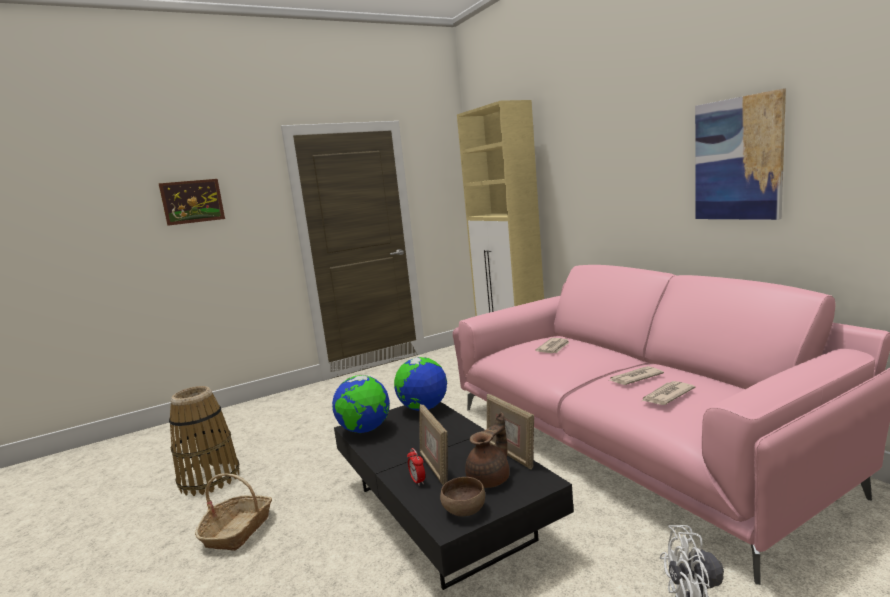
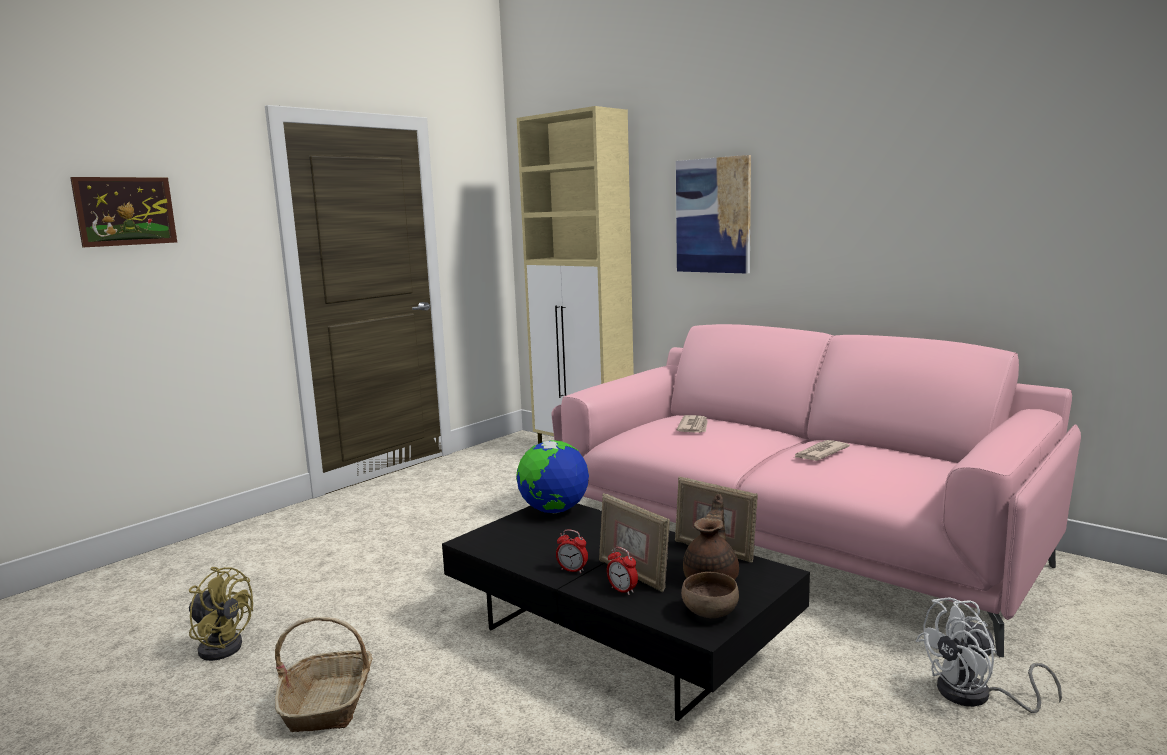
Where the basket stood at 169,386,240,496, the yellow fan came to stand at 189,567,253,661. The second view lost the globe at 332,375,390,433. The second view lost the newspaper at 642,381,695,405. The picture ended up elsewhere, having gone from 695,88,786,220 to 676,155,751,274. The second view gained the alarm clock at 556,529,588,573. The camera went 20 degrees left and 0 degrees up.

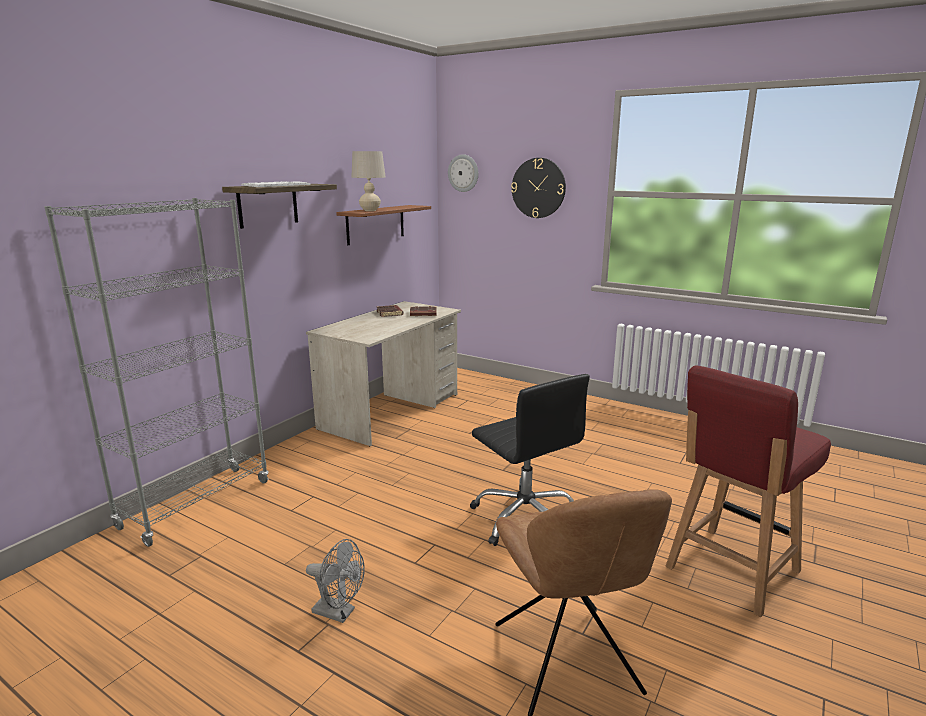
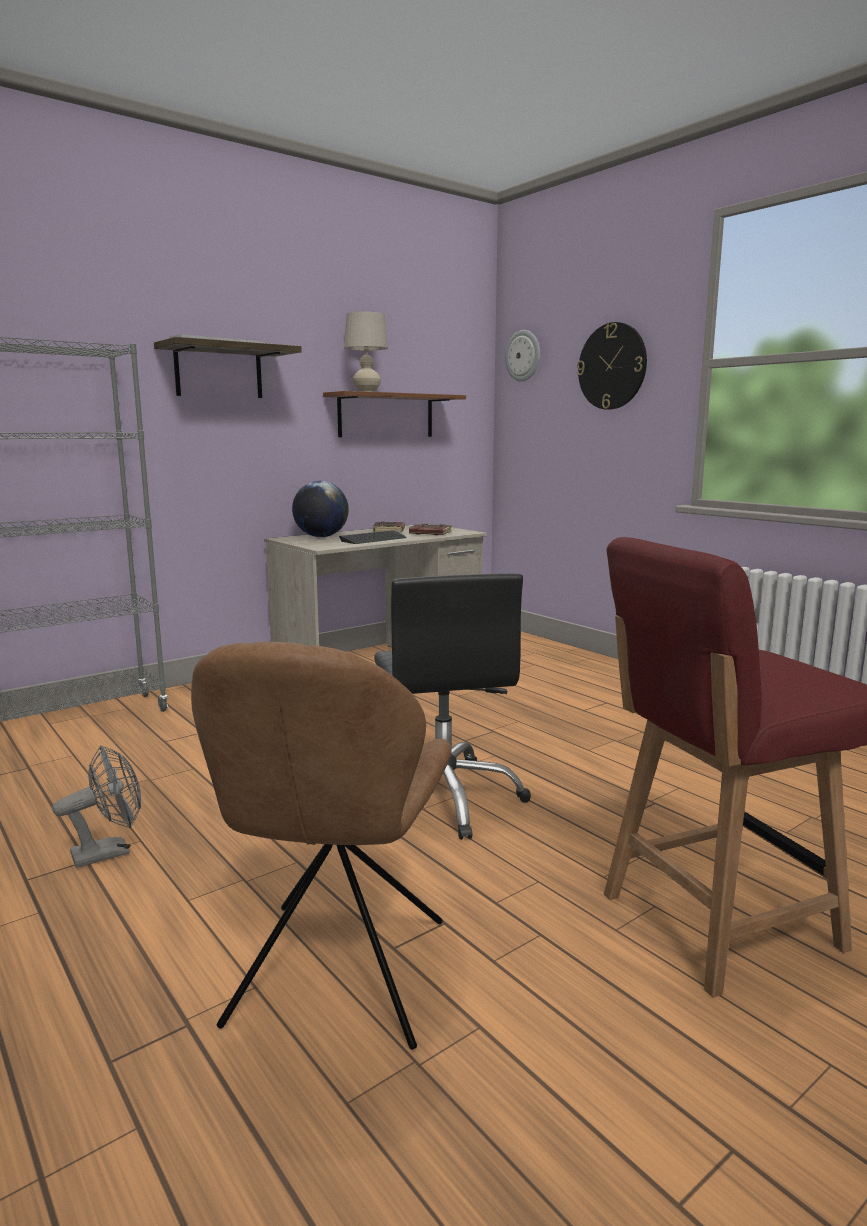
The grey fan at 306,539,365,623 ended up facing another way, 75 degrees counterclockwise from before. The second view gained the globe at 292,481,349,537. The second view gained the keyboard at 339,530,407,544. The camera went 20 degrees right and 5 degrees down.

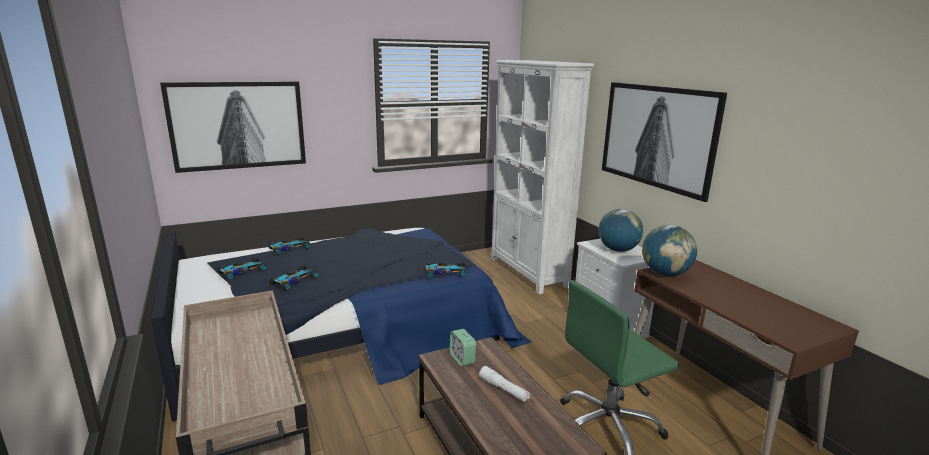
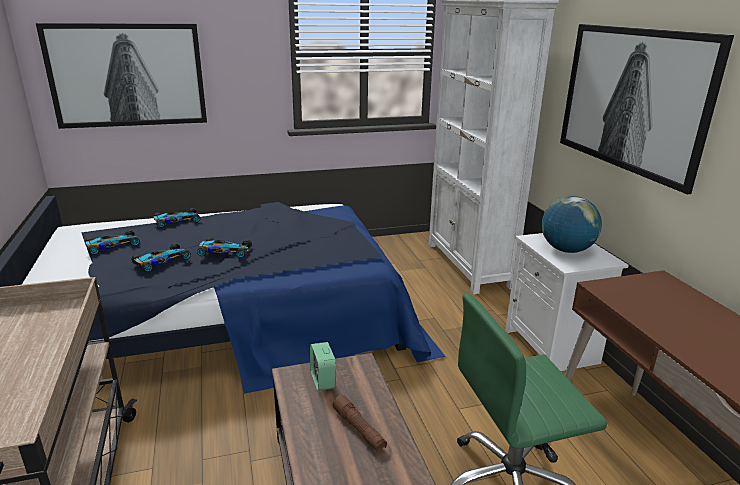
The toy car ended up elsewhere, having gone from 425,261,467,277 to 197,237,252,258. What was the white flashlight at 479,366,530,402 turned into the brown flashlight at 332,395,387,452. The second view lost the globe at 642,225,697,276. The camera went 10 degrees right and 5 degrees up.

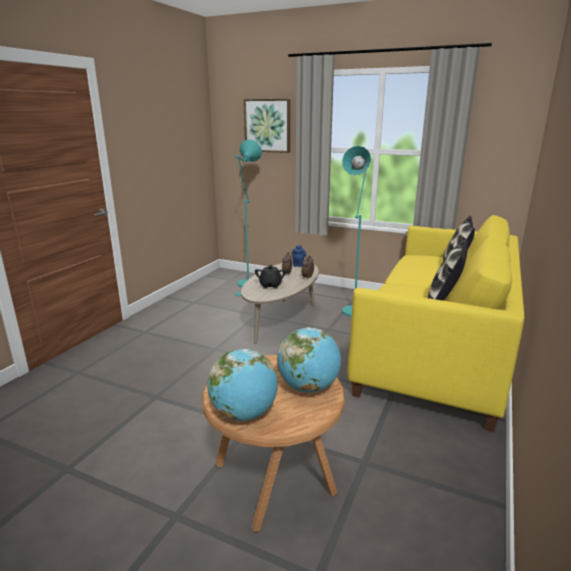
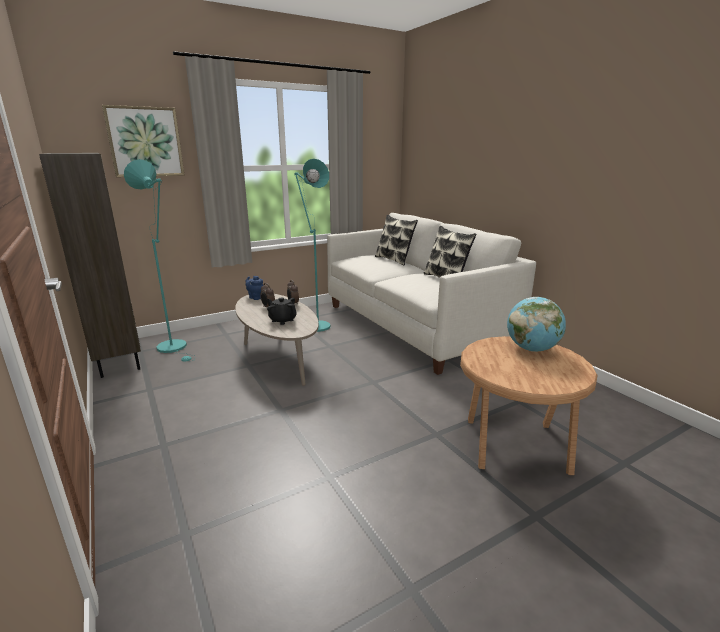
The second view lost the globe at 207,349,278,421. What was the yellow sofa at 348,215,524,432 turned into the white sofa at 327,213,536,375. The second view gained the brown bookcase at 39,153,141,378. The camera went 55 degrees left and 0 degrees up.

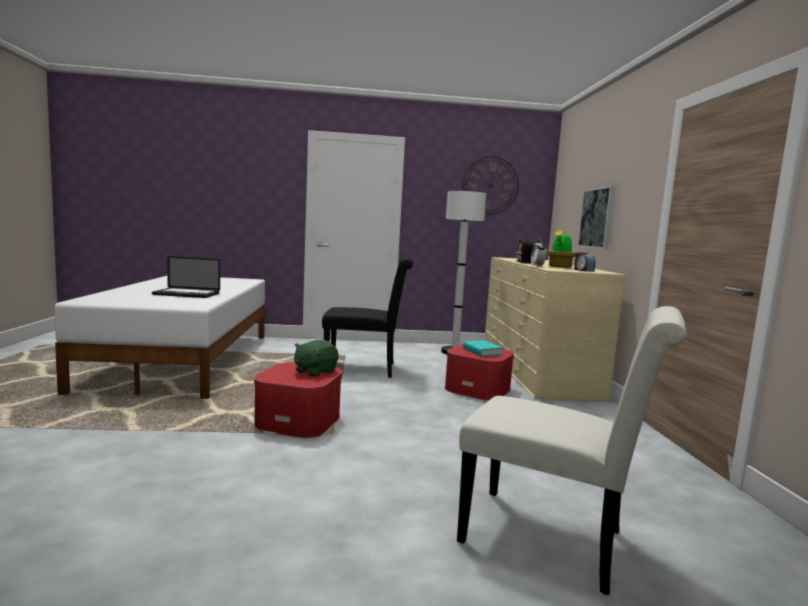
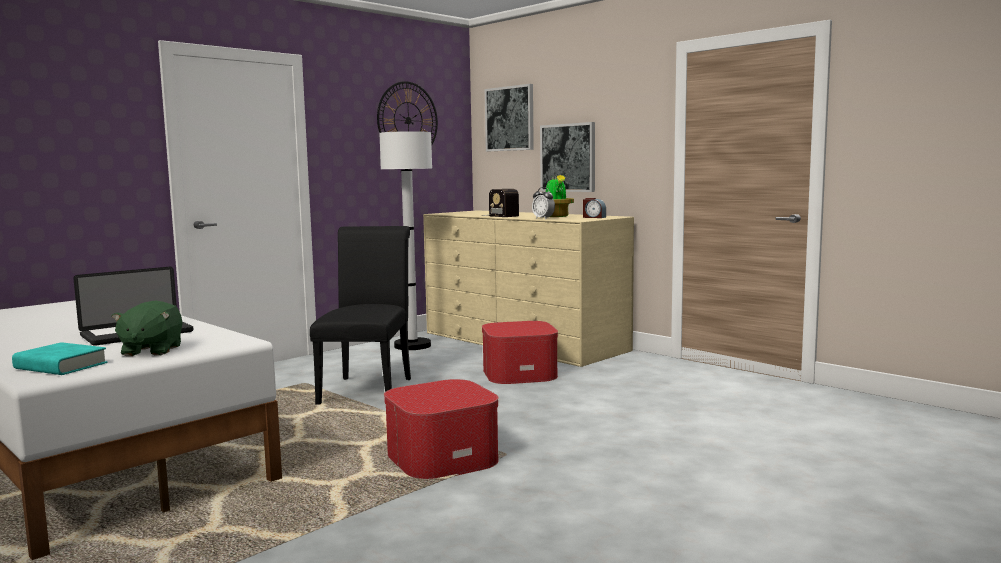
The green plush toy ended up elsewhere, having gone from 294,340,339,377 to 111,301,183,356. The black chair at 322,256,413,378 ended up facing another way, 45 degrees counterclockwise from before. The second view lost the white chair at 457,306,686,595. The turquoise book ended up elsewhere, having gone from 463,340,503,357 to 12,342,107,375. The second view gained the picture at 485,84,534,151. The camera went 40 degrees left and 0 degrees up.

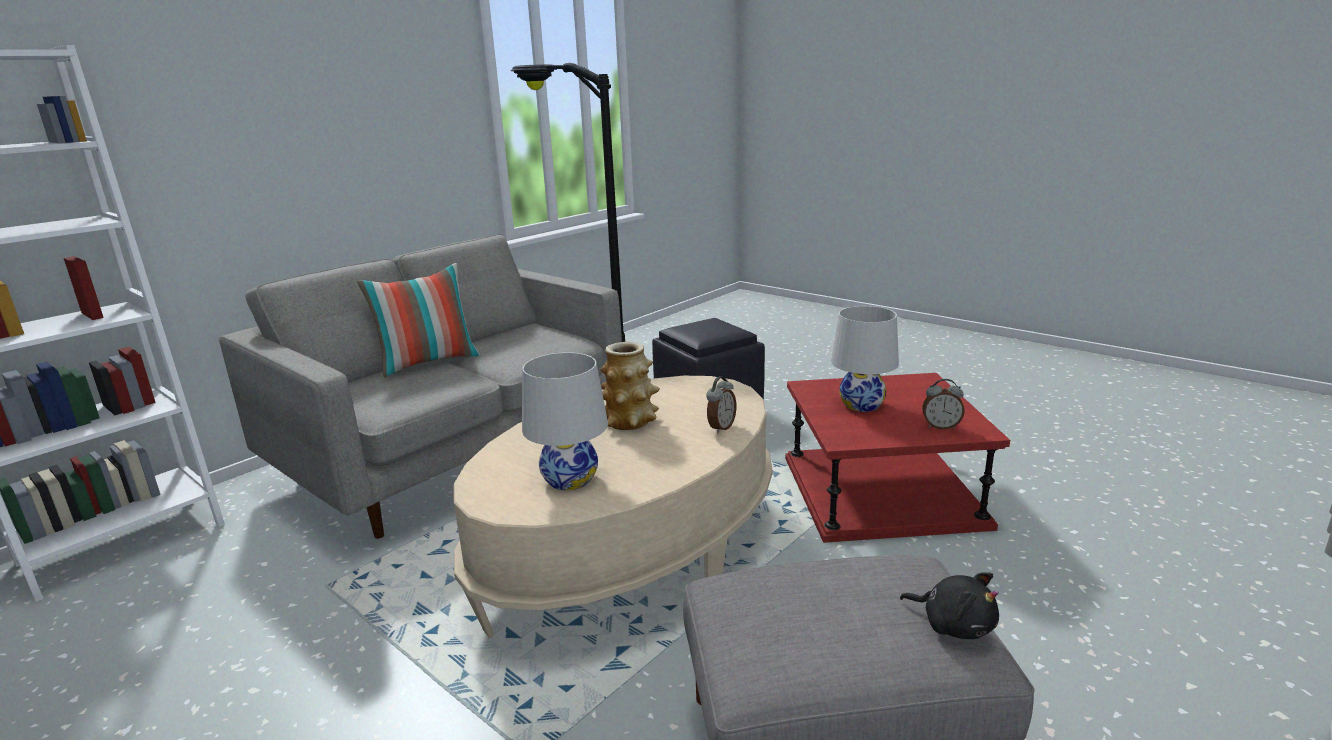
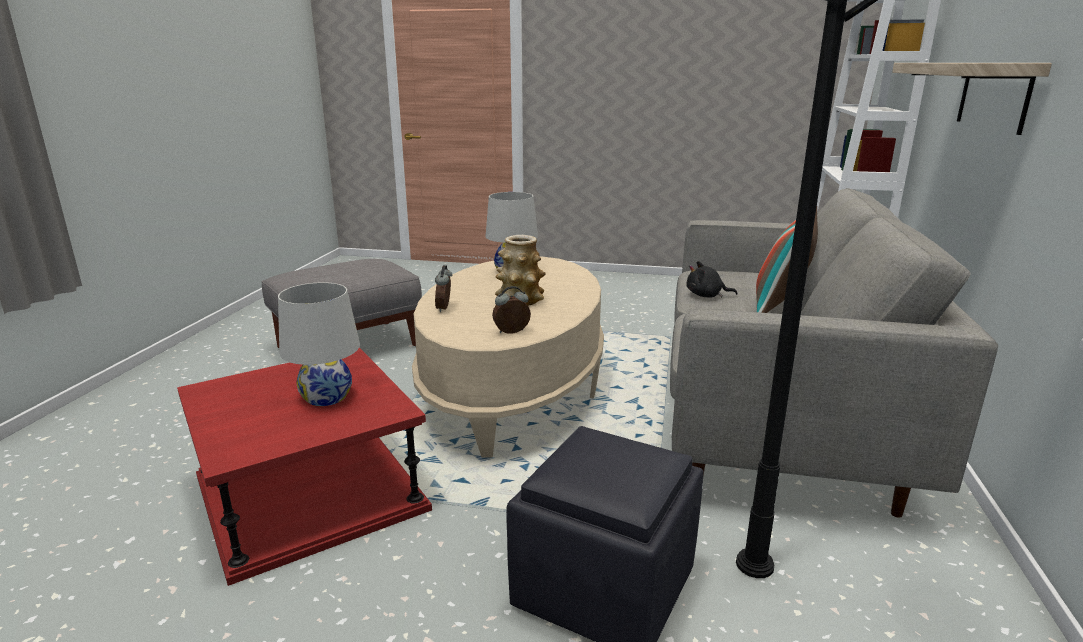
The black plush toy ended up elsewhere, having gone from 900,572,999,639 to 687,261,738,298. The alarm clock ended up elsewhere, having gone from 922,379,965,430 to 492,286,531,334. The second view gained the shelf at 892,63,1052,135. The camera went 150 degrees right and 0 degrees up.

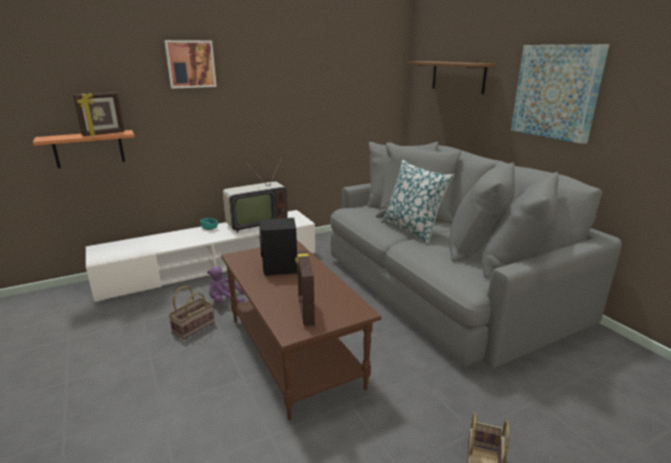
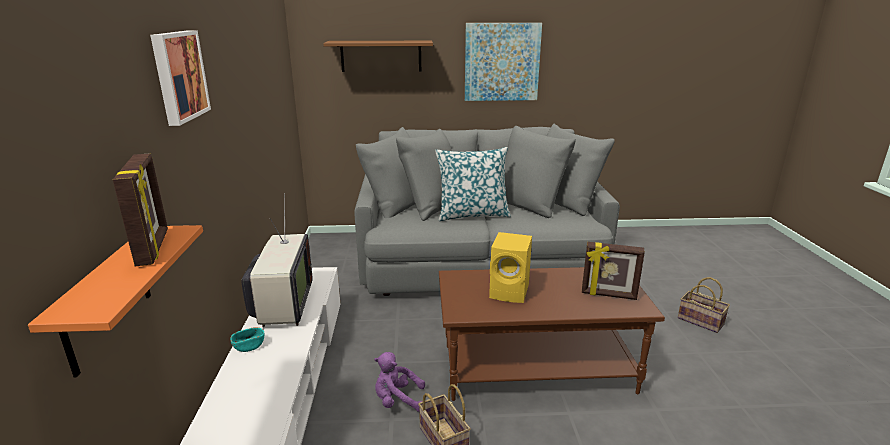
The purple plush toy at 207,266,245,304 ended up facing another way, 75 degrees clockwise from before. What was the black speaker at 259,218,297,276 turned into the yellow speaker at 489,232,532,303. The camera went 65 degrees left and 0 degrees up.

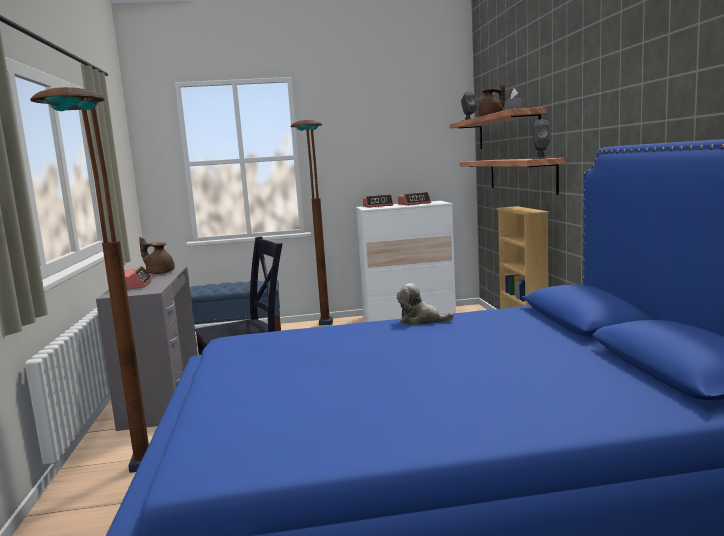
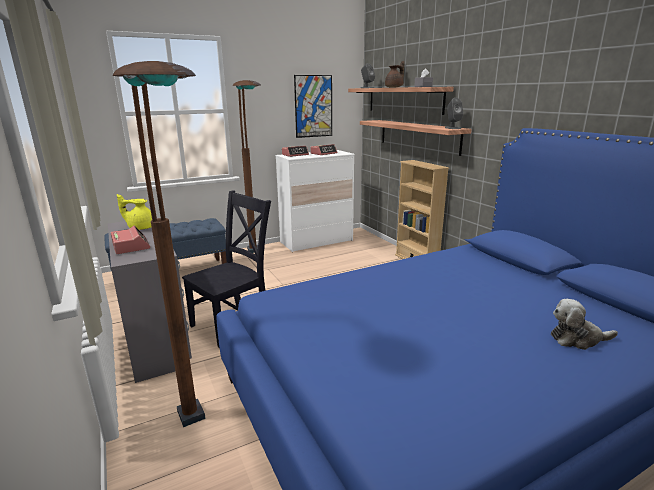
What was the brown teapot at 139,237,175,274 turned into the yellow teapot at 117,194,152,230. The plush toy ended up elsewhere, having gone from 397,283,454,325 to 551,299,618,350. The second view gained the picture at 294,75,332,138. The camera went 20 degrees left and 10 degrees up.

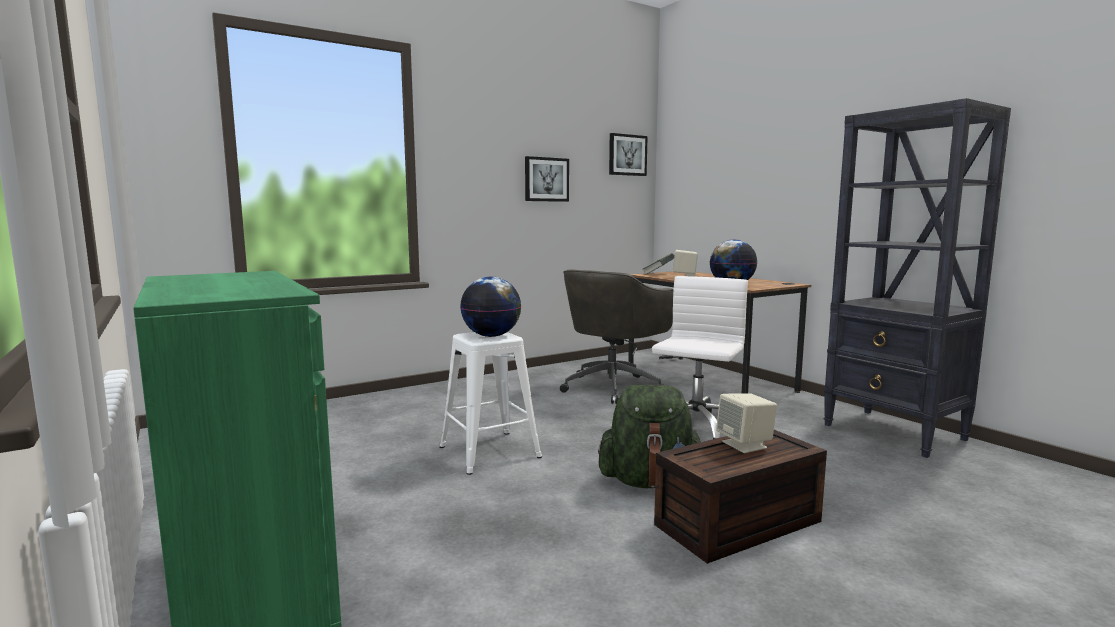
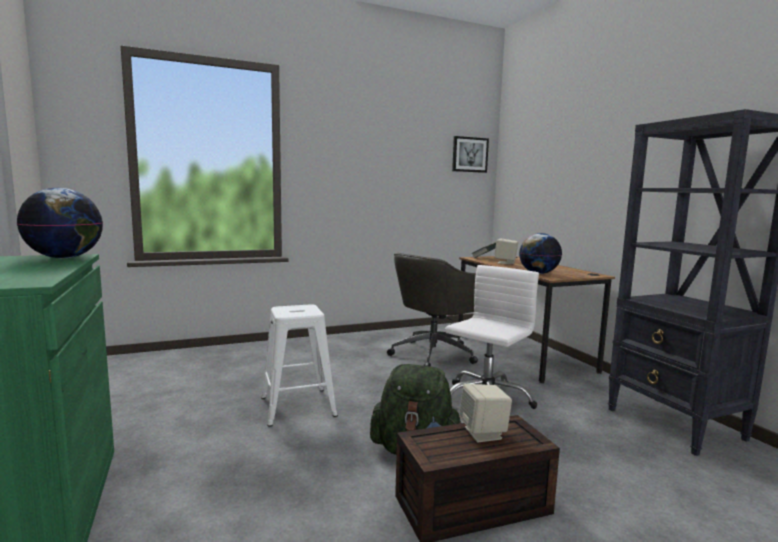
The globe ended up elsewhere, having gone from 460,277,521,337 to 17,188,103,258. The second view lost the picture at 525,156,569,202. The camera went 10 degrees right and 0 degrees up.

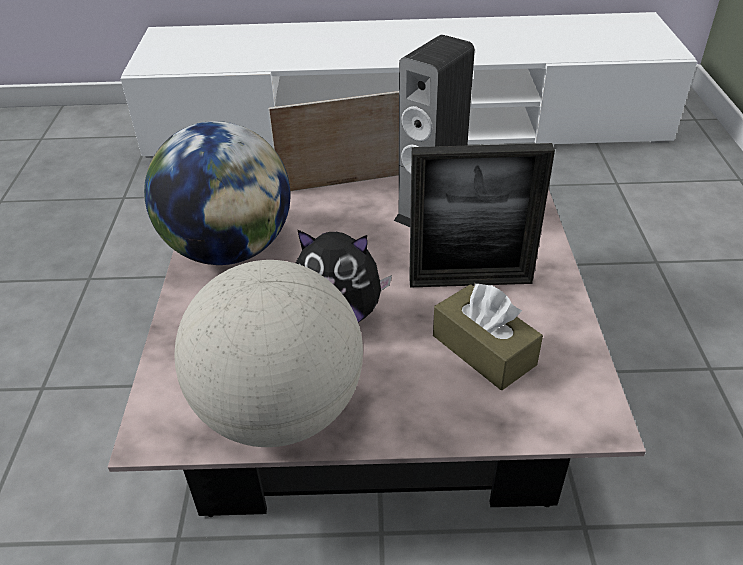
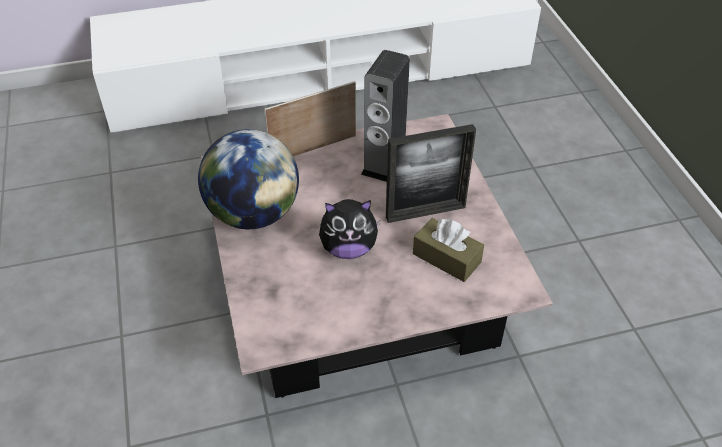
The second view lost the globe at 174,260,363,447. The camera went 15 degrees left and 5 degrees up.

